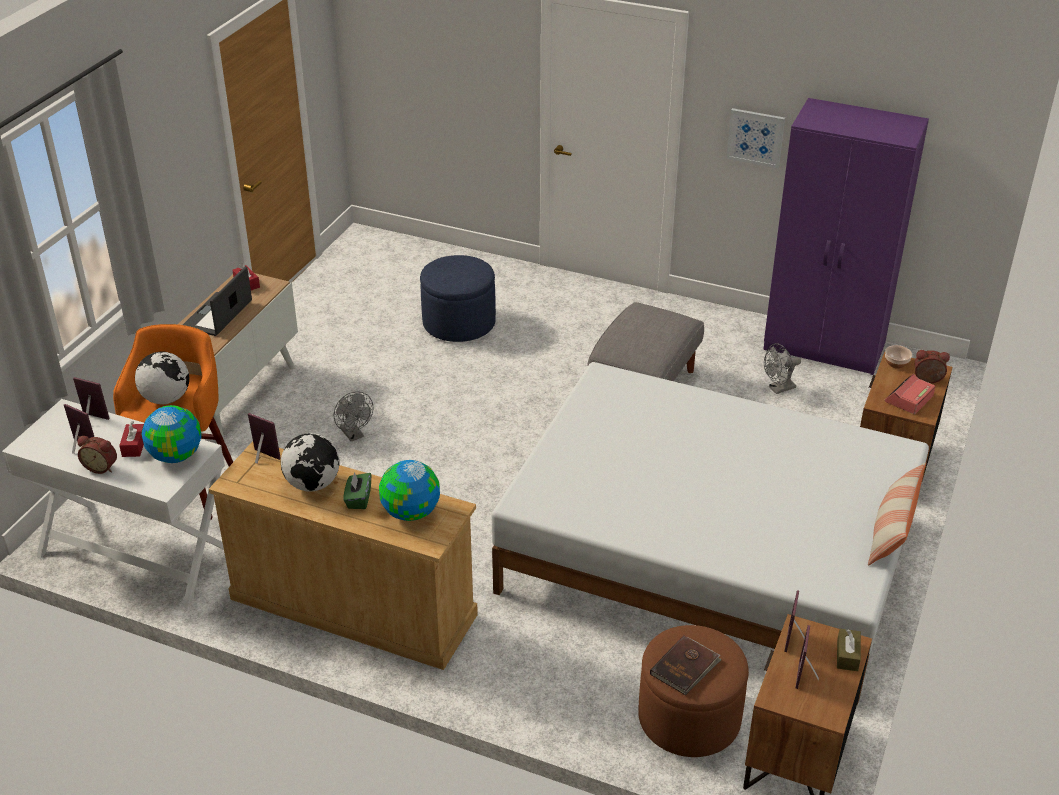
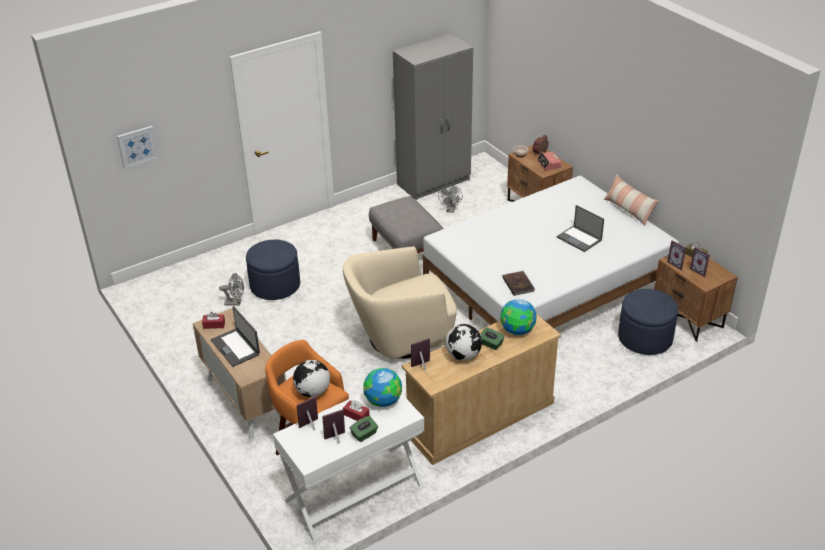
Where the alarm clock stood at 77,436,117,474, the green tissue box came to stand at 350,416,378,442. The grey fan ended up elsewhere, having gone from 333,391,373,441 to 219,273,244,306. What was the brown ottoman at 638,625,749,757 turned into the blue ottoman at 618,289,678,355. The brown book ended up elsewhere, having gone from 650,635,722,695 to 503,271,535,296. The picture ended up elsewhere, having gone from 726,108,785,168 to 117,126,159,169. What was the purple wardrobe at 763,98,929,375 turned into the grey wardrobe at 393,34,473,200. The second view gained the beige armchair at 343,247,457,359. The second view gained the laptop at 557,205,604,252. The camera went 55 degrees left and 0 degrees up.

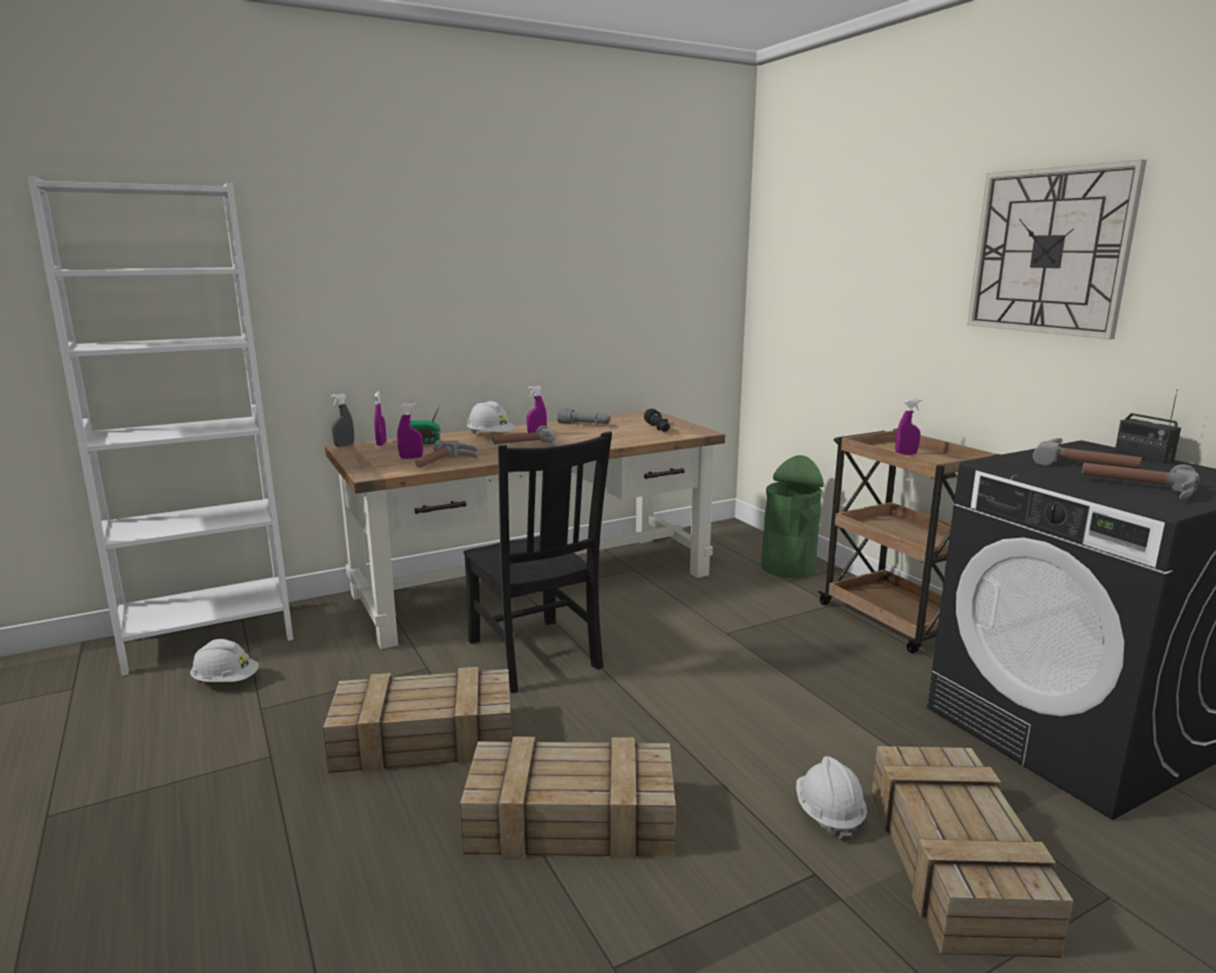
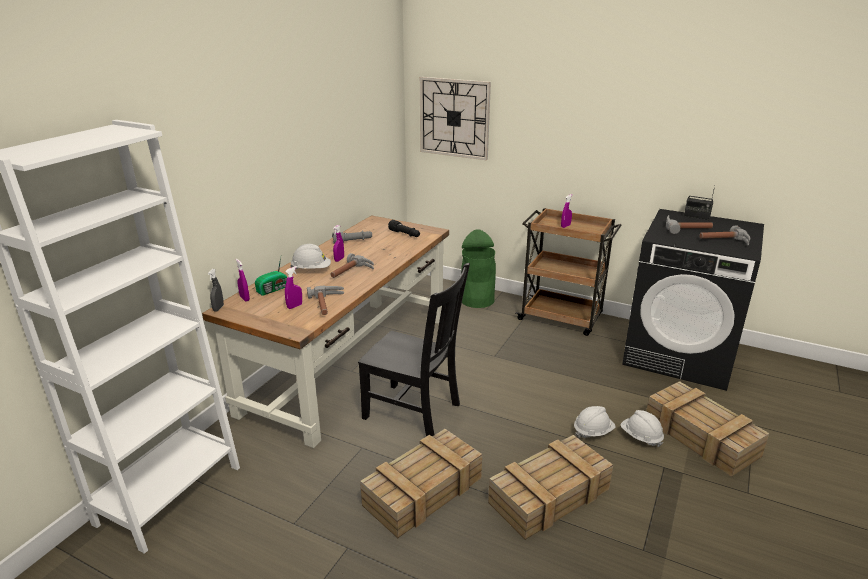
The white hard hat ended up elsewhere, having gone from 190,639,259,682 to 574,406,616,438. The wall clock ended up elsewhere, having gone from 967,159,1147,339 to 420,77,491,160. The camera went 35 degrees left and 10 degrees up.

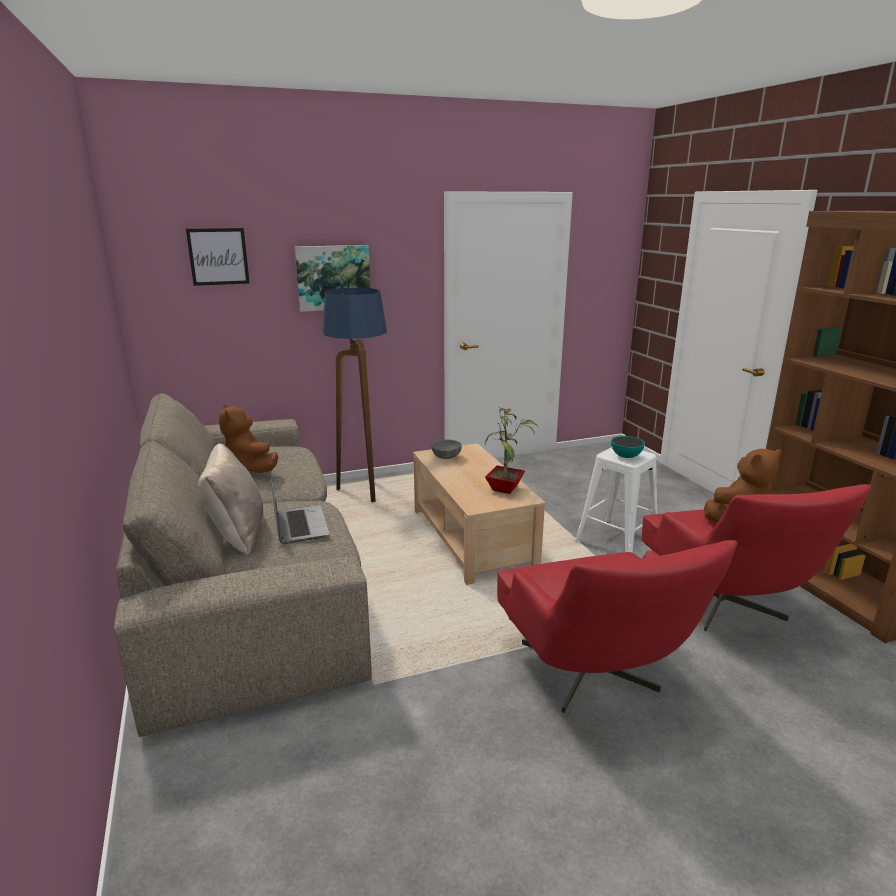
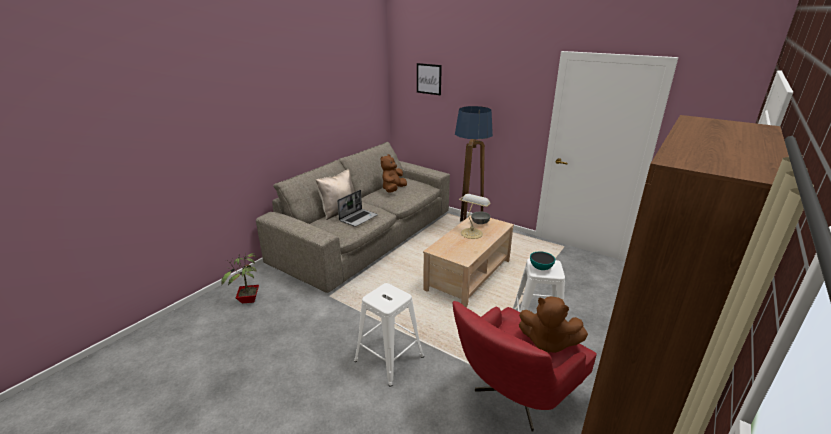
The second view lost the picture at 295,245,370,312. The potted plant ended up elsewhere, having gone from 485,408,536,494 to 221,253,259,303. Where the red armchair stood at 497,540,737,713, the white stool came to stand at 354,283,424,387. The second view gained the table lamp at 459,194,491,239. The camera went 55 degrees right and 5 degrees up.

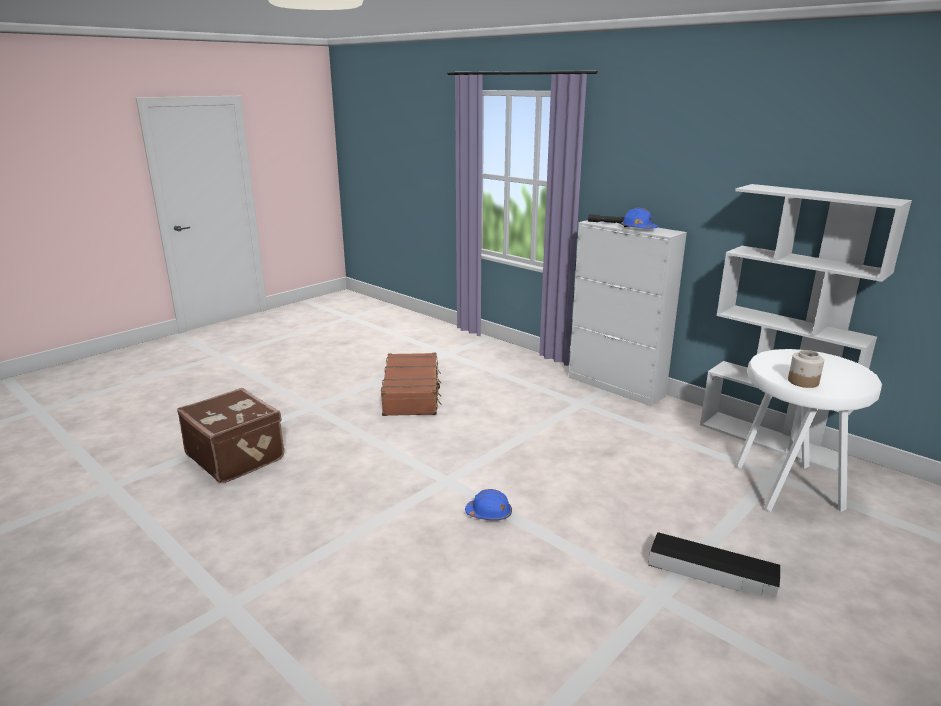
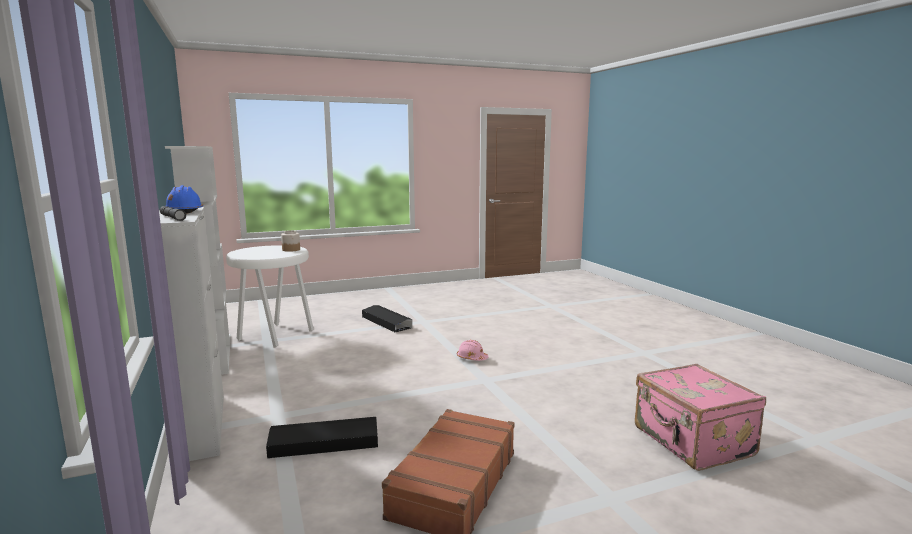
What was the brown suitcase at 177,388,284,483 turned into the pink suitcase at 635,364,766,471. What was the blue hard hat at 465,489,512,520 turned into the pink hard hat at 457,340,489,361. The second view gained the black storage box at 266,417,378,459. The camera went 155 degrees left and 10 degrees down.

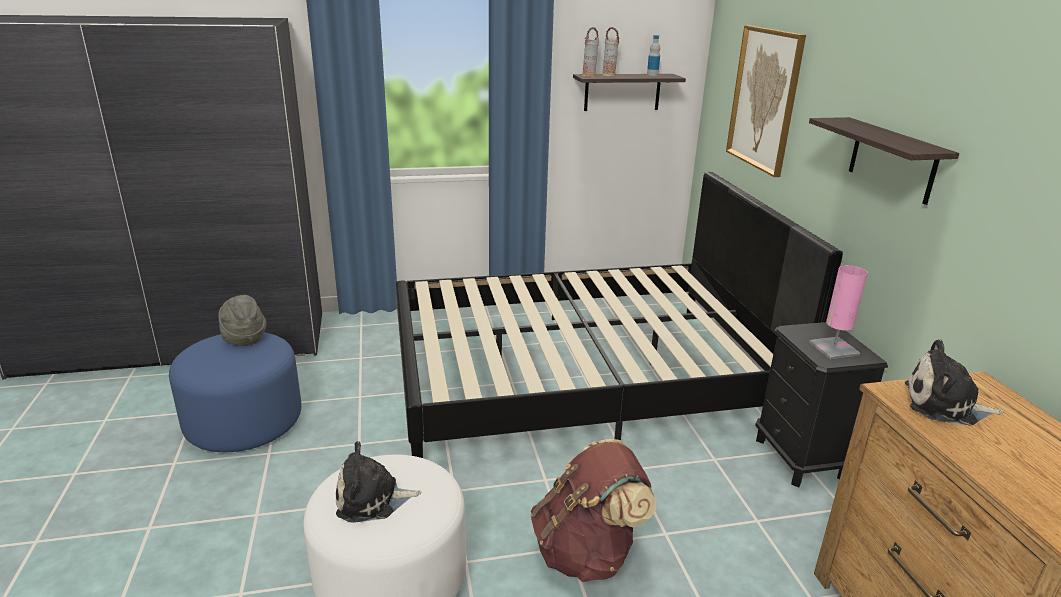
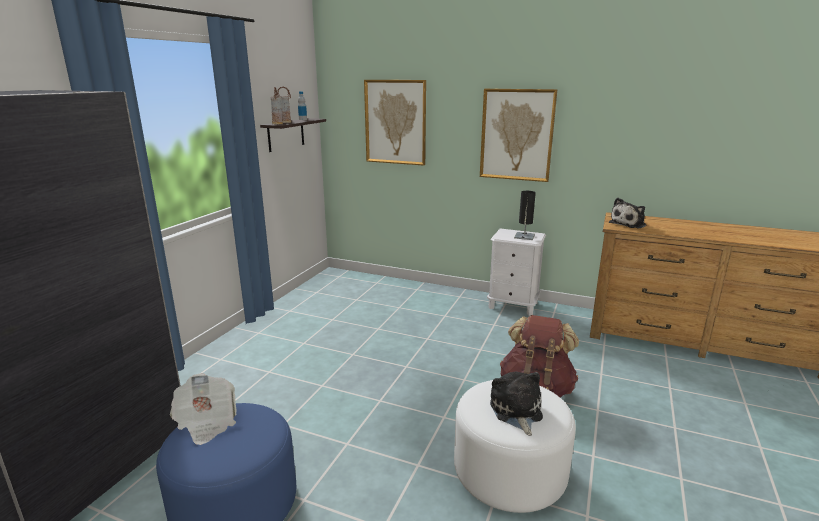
Where the grey hat stood at 218,295,267,346, the newspaper came to stand at 170,373,237,445. The plush toy at 336,441,421,523 ended up facing another way, 150 degrees clockwise from before. The second view lost the black bed at 396,172,843,458. What was the black nightstand at 755,322,888,487 turned into the white nightstand at 487,229,546,316. Where the shelf hung at 809,117,959,205, the picture came to hang at 480,89,558,182. What was the pink table lamp at 809,265,868,359 turned into the black table lamp at 514,191,536,240. The camera went 55 degrees left and 5 degrees down.

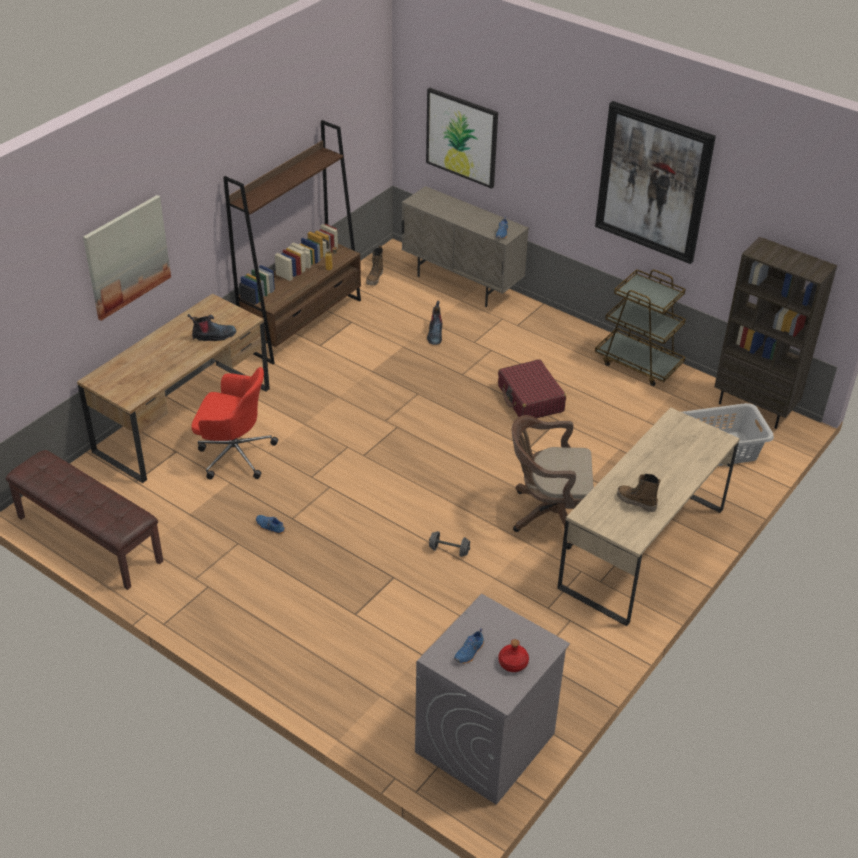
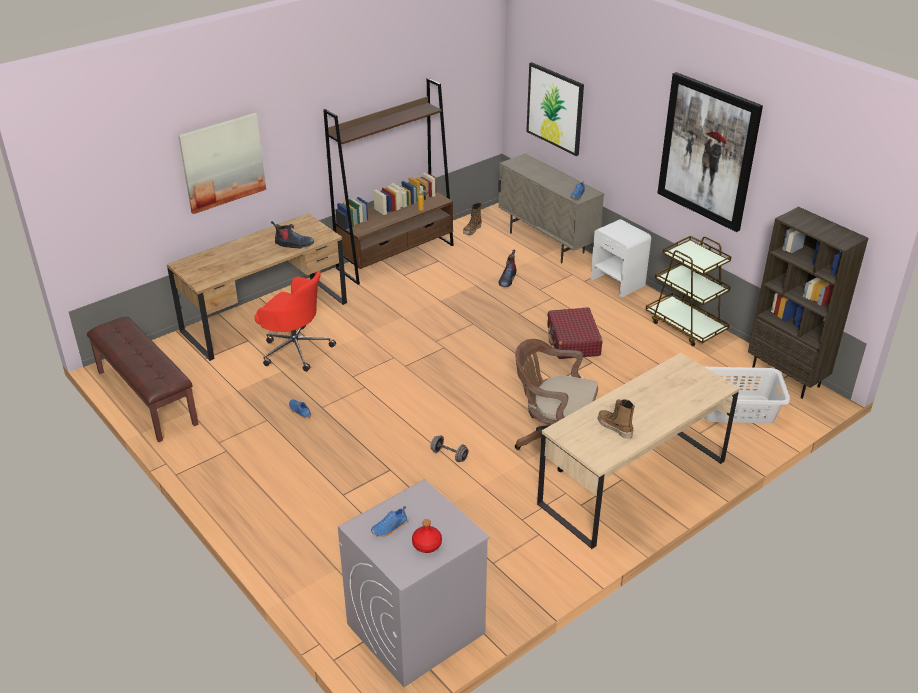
The second view gained the white nightstand at 590,219,651,297. The camera went 15 degrees right and 5 degrees down.

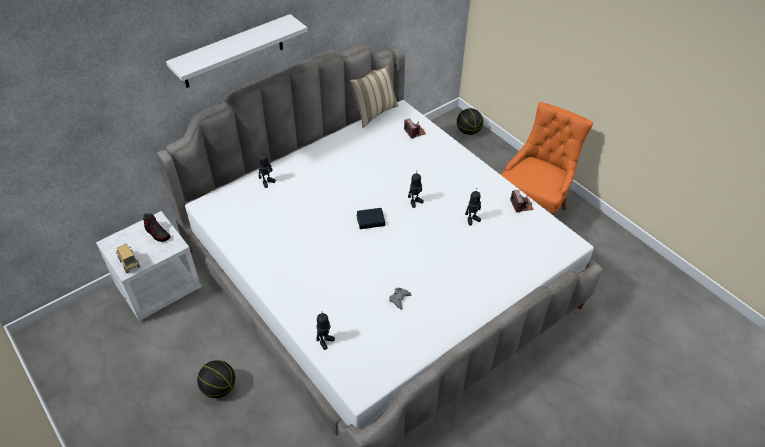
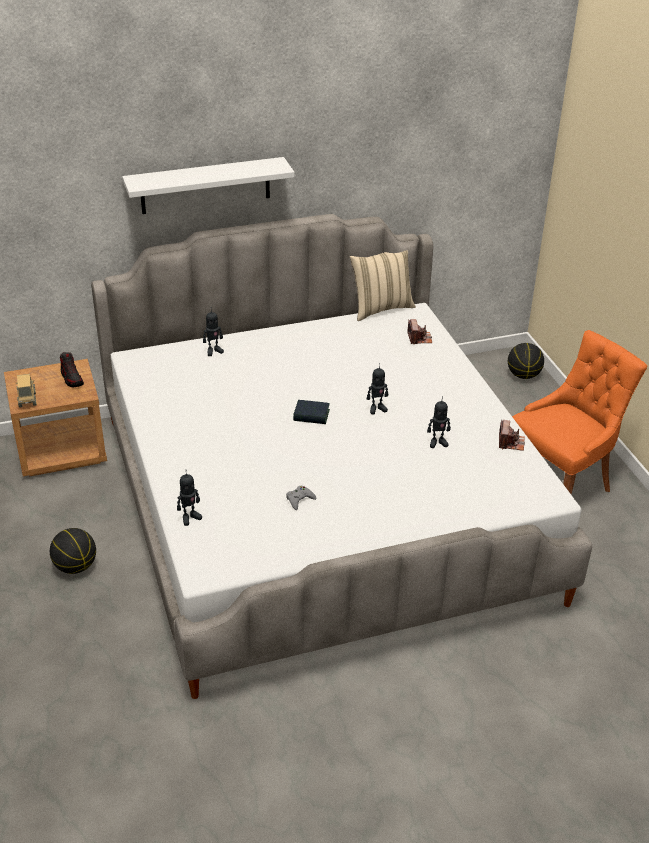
What was the white nightstand at 96,211,202,321 turned into the brown nightstand at 4,359,107,477. The camera went 20 degrees right and 10 degrees down.

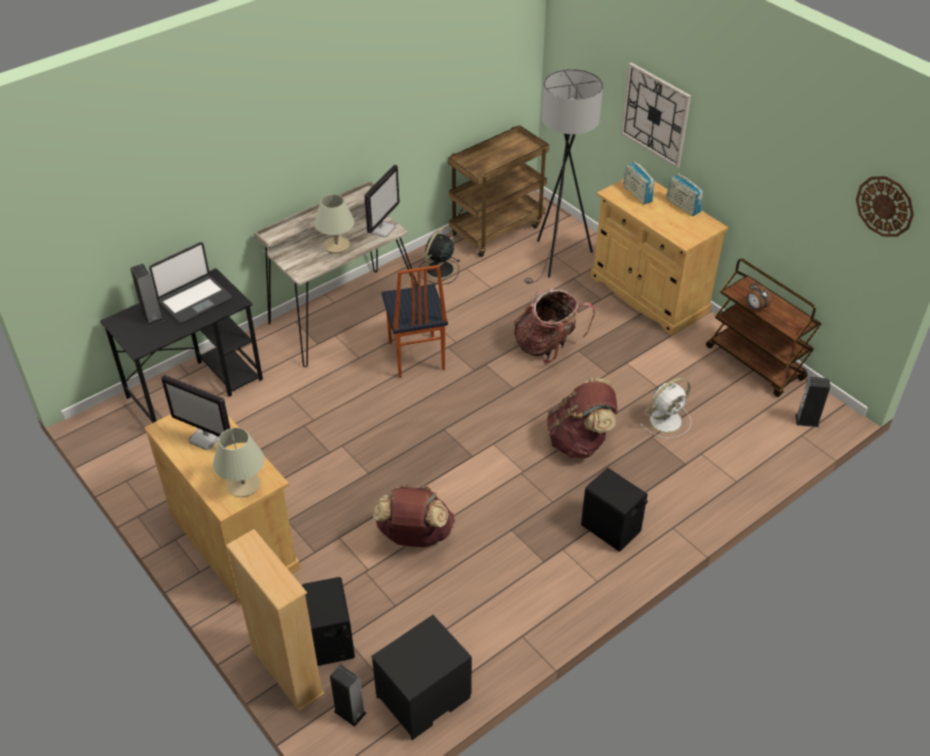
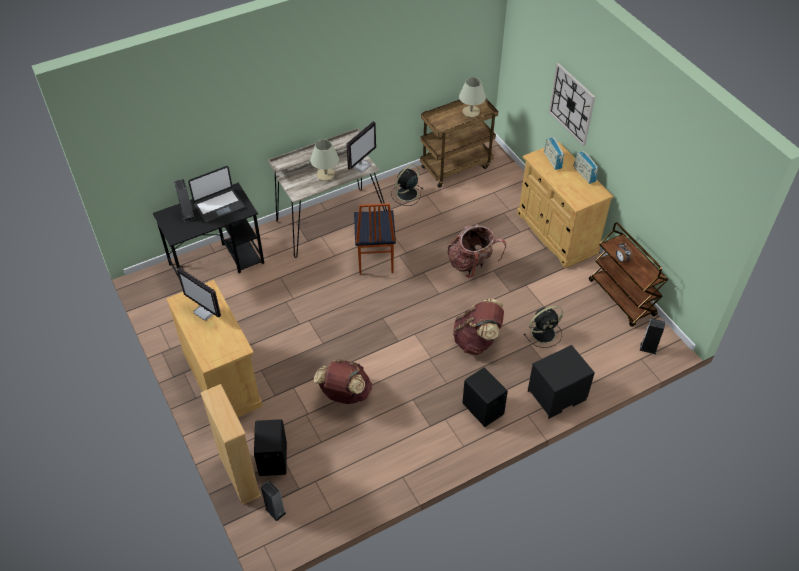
The beige table lamp ended up elsewhere, having gone from 213,428,264,497 to 459,77,486,118. The black nightstand ended up elsewhere, having gone from 371,615,472,740 to 528,345,595,419. The second view lost the grey floor lamp at 524,69,603,284. What was the white fan at 640,378,692,439 turned into the black fan at 524,306,563,348. The second view lost the wall clock at 856,176,914,237. The camera went 10 degrees right and 5 degrees up.

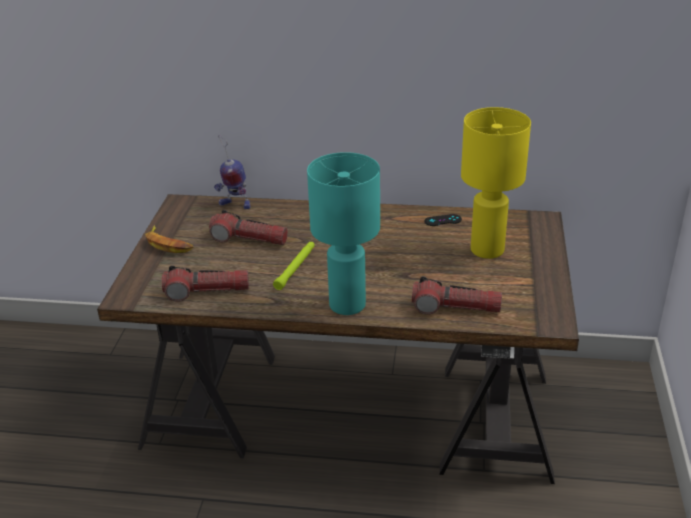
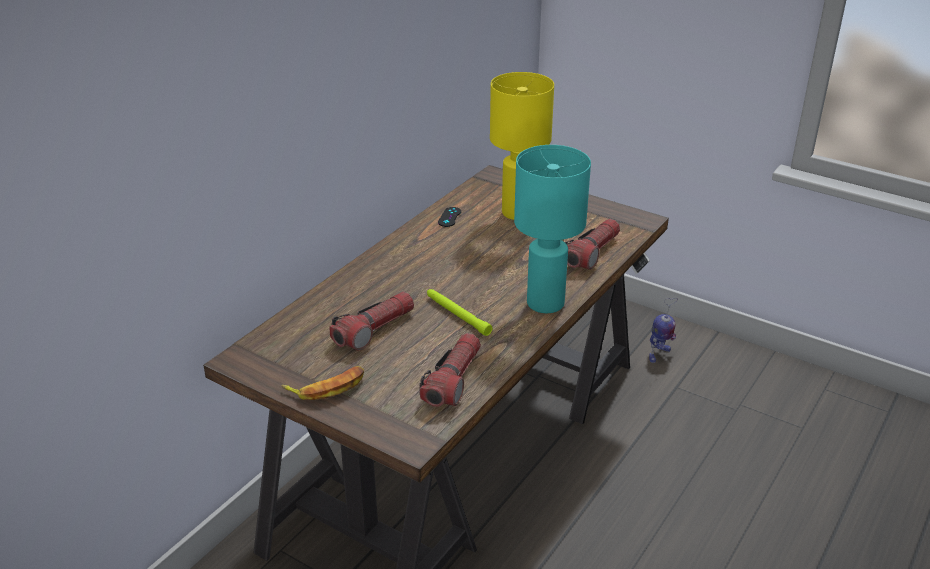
The toy robot ended up elsewhere, having gone from 214,135,250,209 to 649,298,678,363. The camera went 65 degrees left and 0 degrees up.

